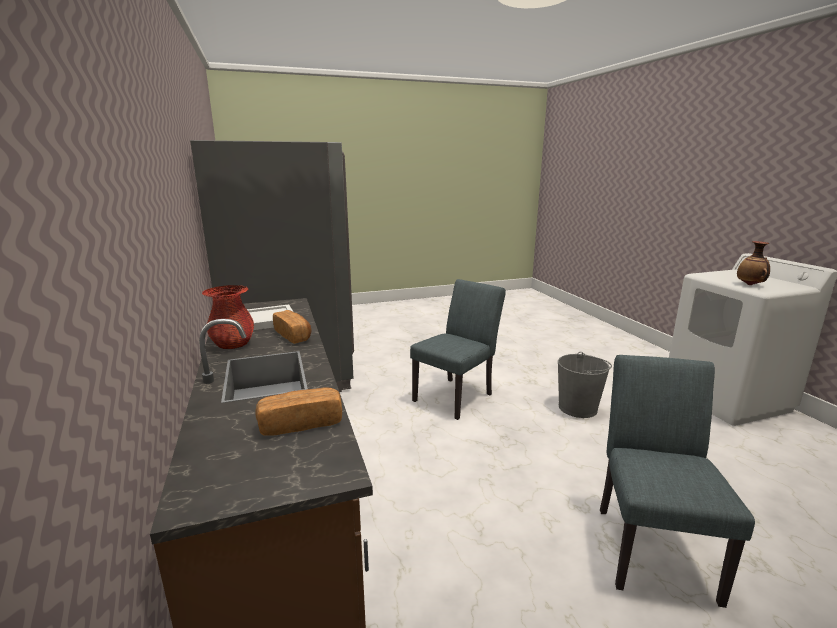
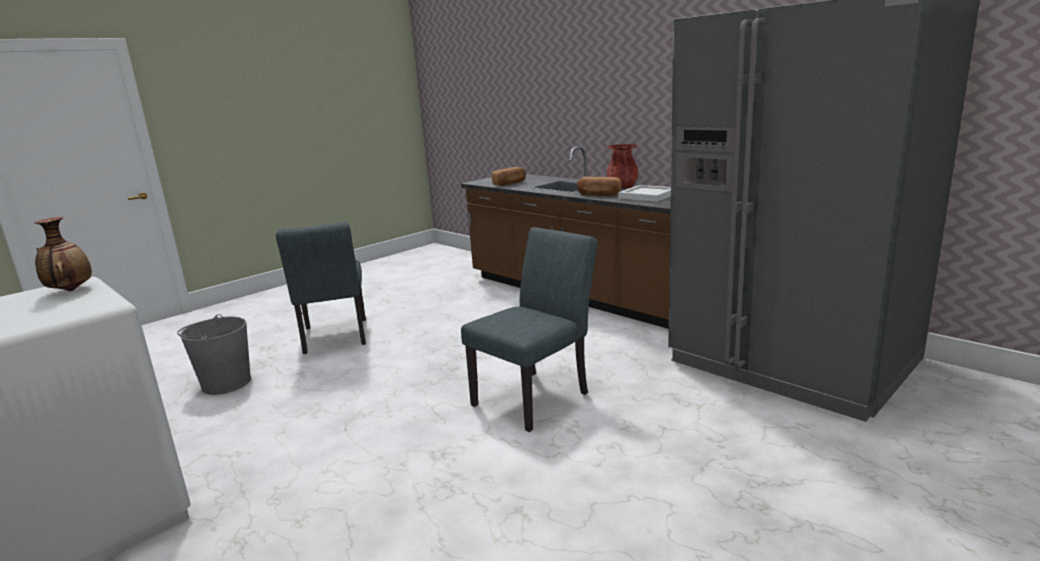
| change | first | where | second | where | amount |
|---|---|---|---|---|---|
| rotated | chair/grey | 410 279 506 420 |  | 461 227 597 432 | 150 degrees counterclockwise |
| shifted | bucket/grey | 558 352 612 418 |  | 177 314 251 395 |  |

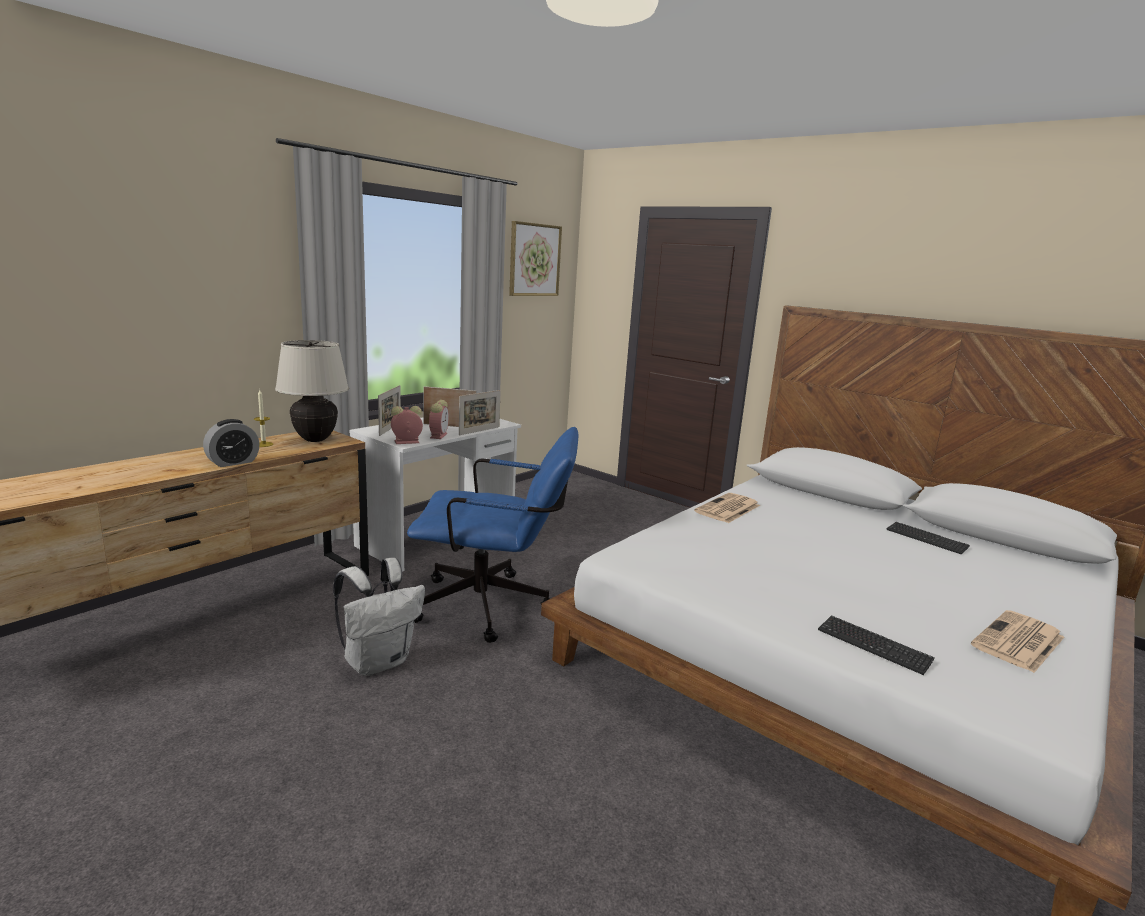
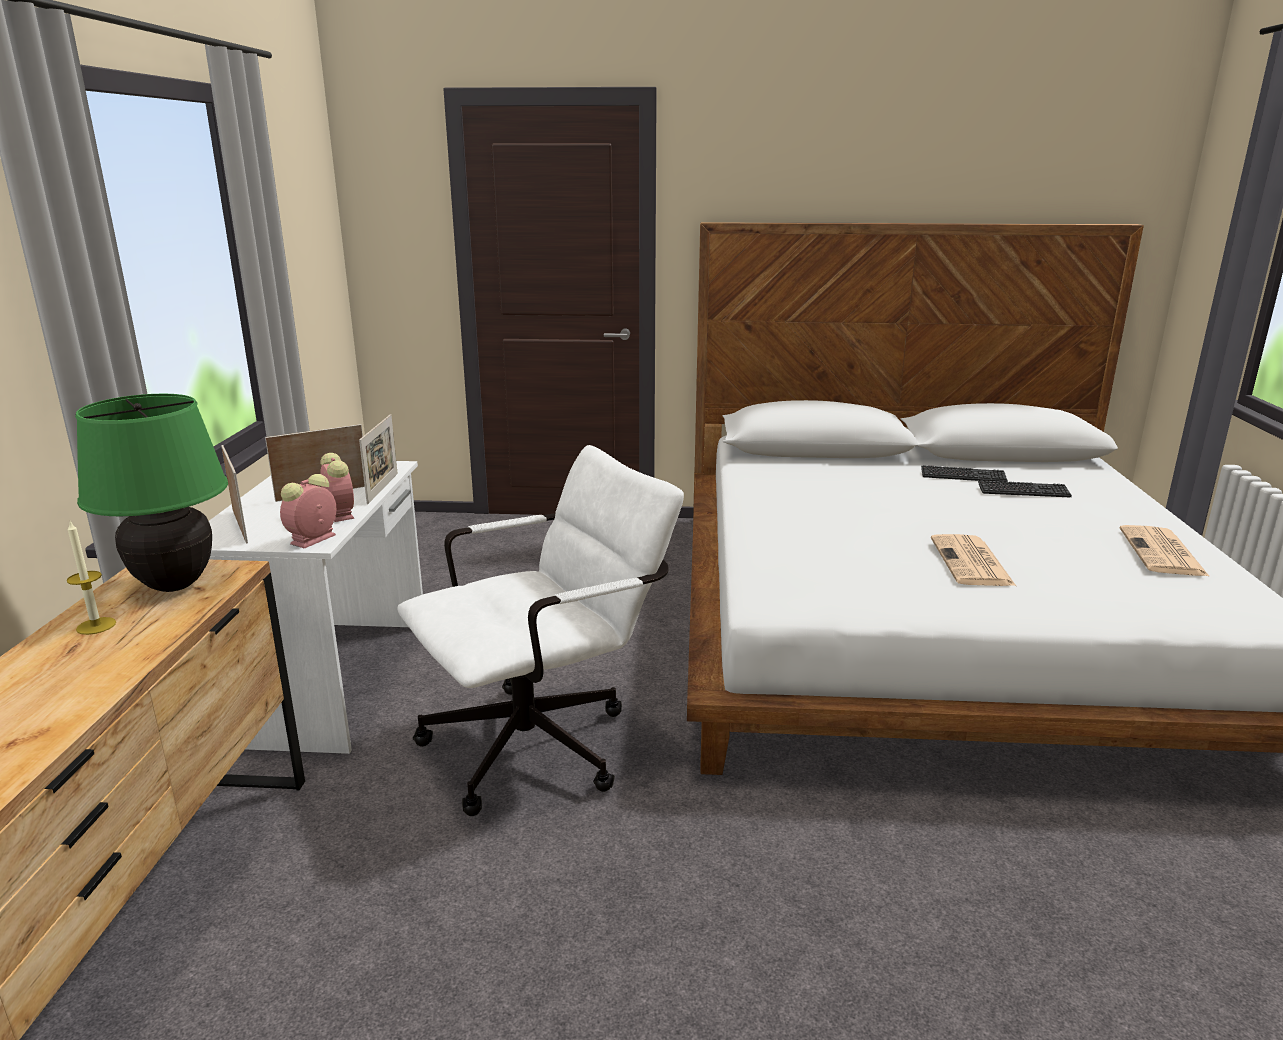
| change | first | where | second | where | amount |
|---|---|---|---|---|---|
| gone | alarm clock | 203 419 260 467 |  |  |  |
| repainted | table lamp/beige | 275 340 349 442 | table lamp/green | 75 394 228 592 |  |
| gone | backpack/white | 333 558 425 676 |  |  |  |
| repainted | office chair/blue | 407 427 578 643 | office chair/white | 397 445 684 816 |  |
| gone | picture | 509 221 562 296 |  |  |  |
| shifted | newspaper | 694 493 760 523 |  | 931 534 1016 586 |  |
| shifted | keyboard | 818 616 935 675 |  | 978 480 1072 497 |  |

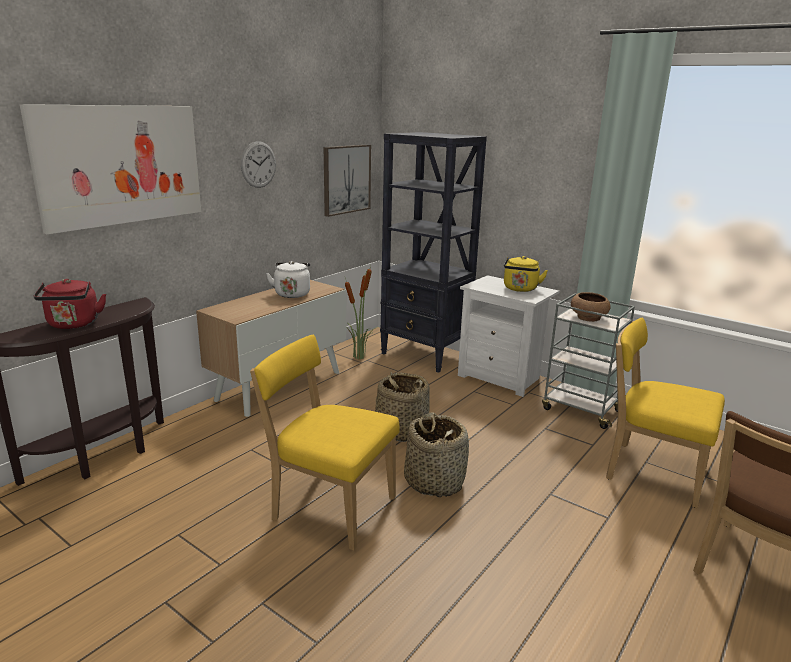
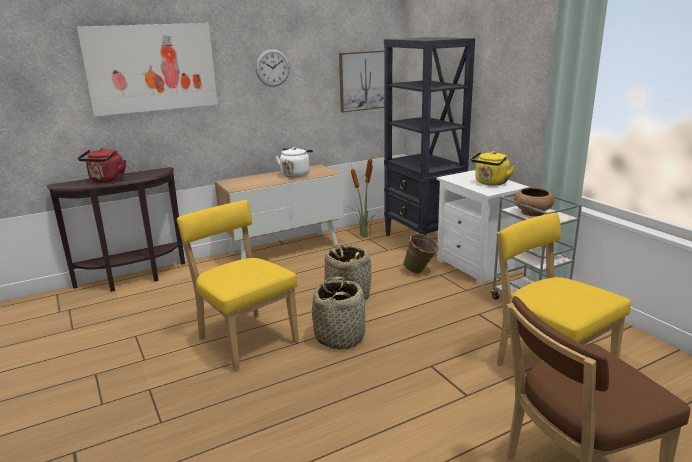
| change | first | where | second | where | amount |
|---|---|---|---|---|---|
| new |  |  | bucket/green | 403 234 439 273 |  |

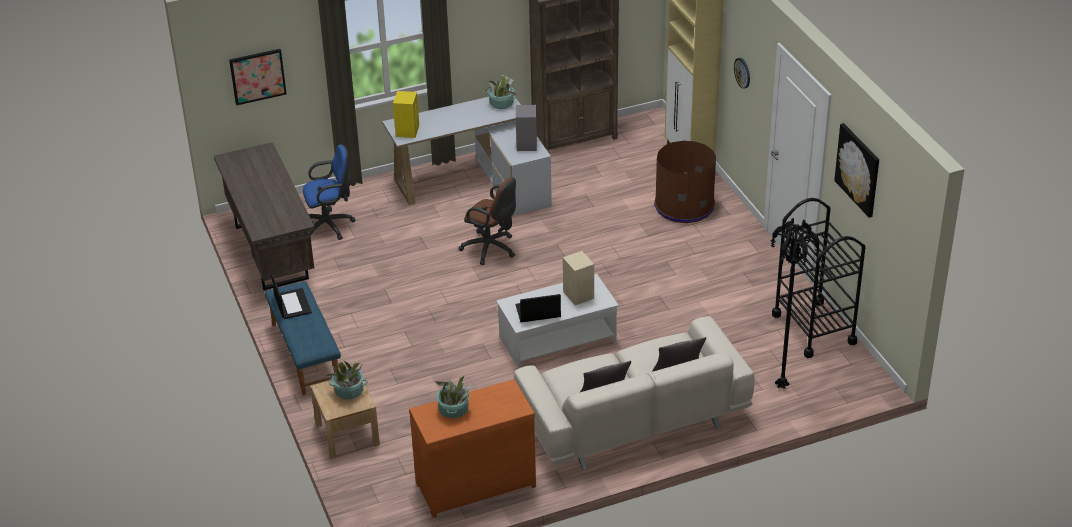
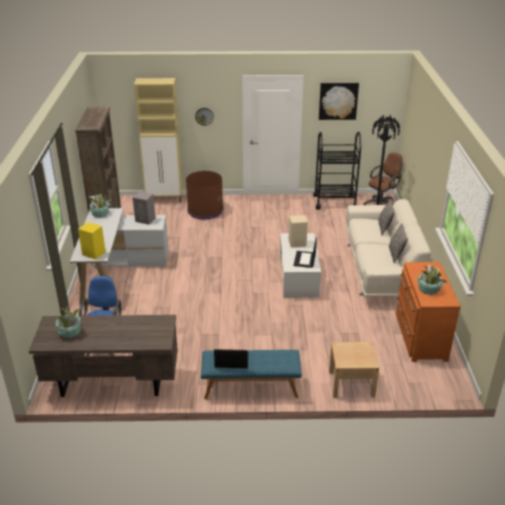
| change | first | where | second | where | amount |
|---|---|---|---|---|---|
| gone | picture | 229 49 287 105 |  |  |  |
| shifted | potted plant | 325 361 368 399 |  | 56 306 81 338 |  |
| shifted | office chair/brown | 459 177 516 265 |  | 363 153 403 205 |  |

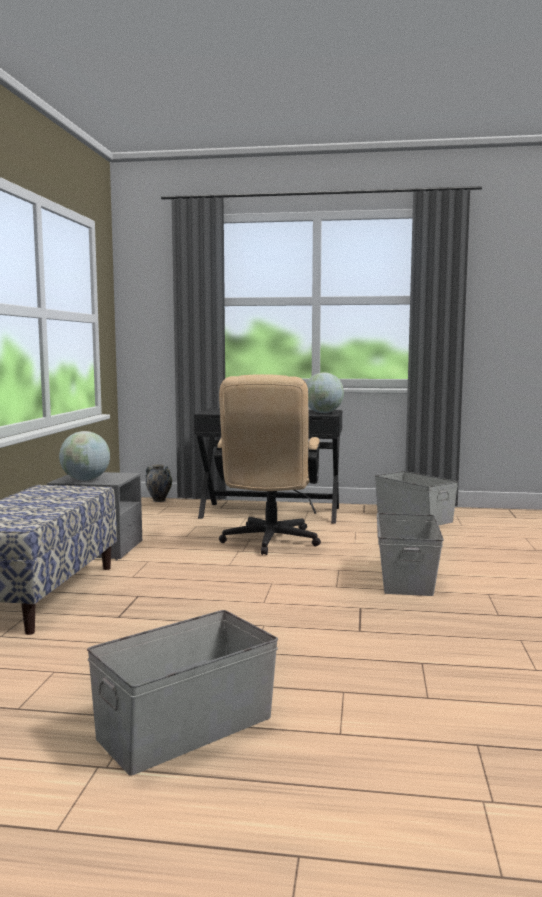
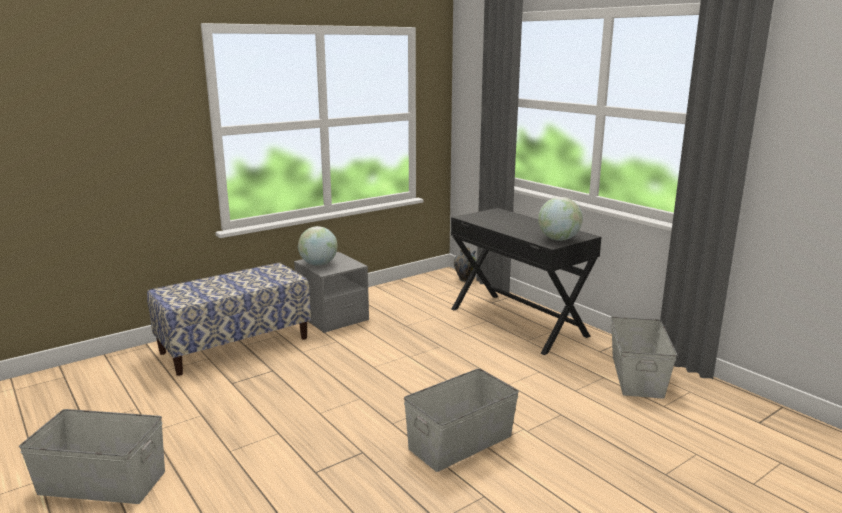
| change | first | where | second | where | amount |
|---|---|---|---|---|---|
| gone | office chair/beige | 214 374 321 555 |  |  |  |

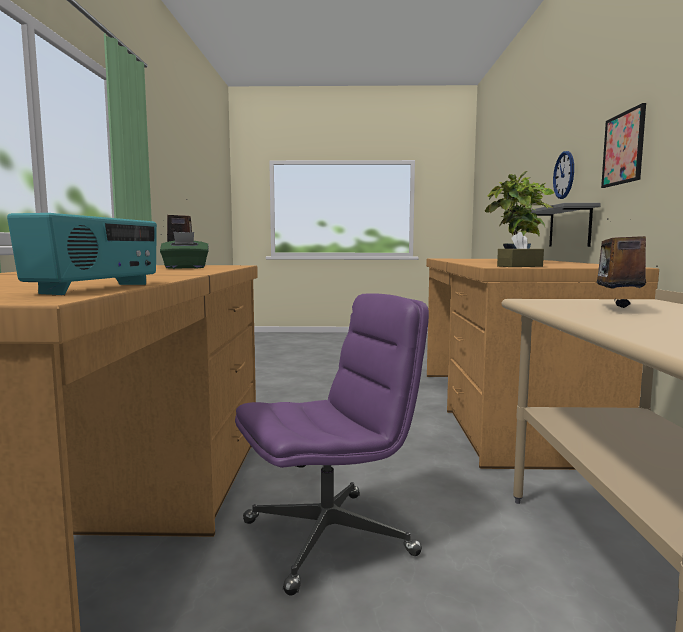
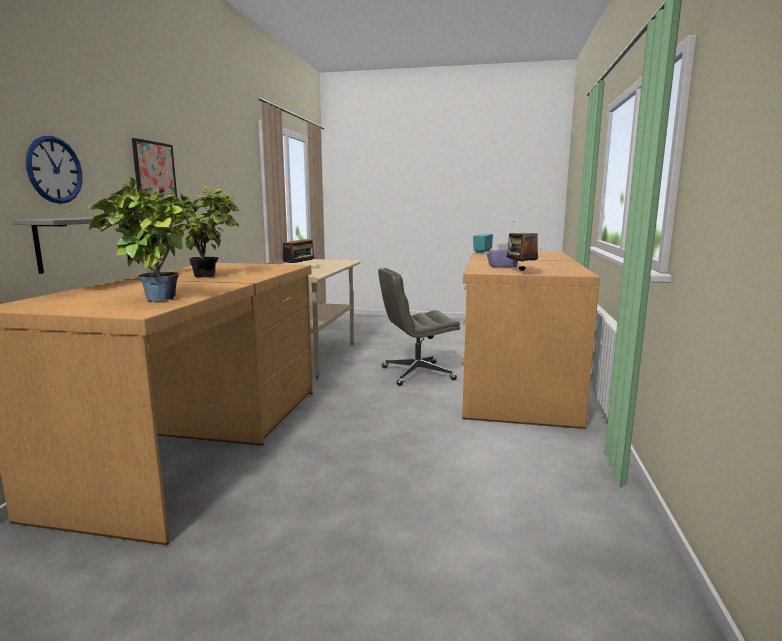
| change | first | where | second | where | amount |
|---|---|---|---|---|---|
| repainted | tissue box/green | 160 232 209 269 | tissue box/purple | 487 243 518 268 |  |
| repainted | office chair/purple | 235 294 429 596 | office chair/grey | 378 268 460 386 |  |
| gone | tissue box/brown | 497 232 544 267 |  |  |  |
| new |  |  | potted plant | 88 177 190 301 |  |

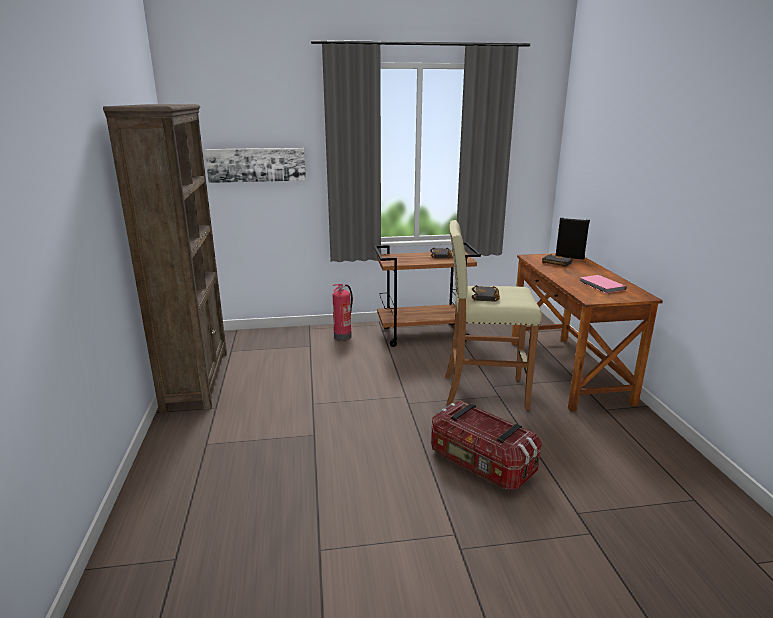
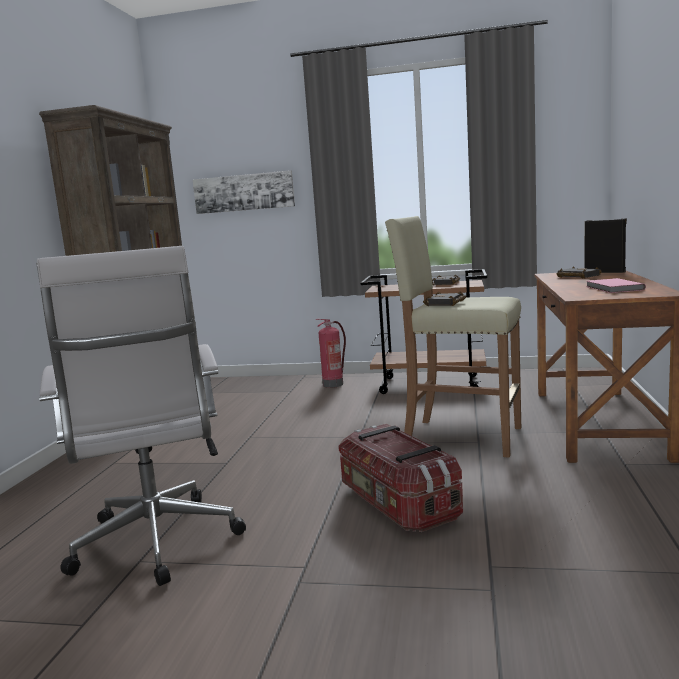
| change | first | where | second | where | amount |
|---|---|---|---|---|---|
| new |  |  | office chair/white | 36 246 246 586 |  |

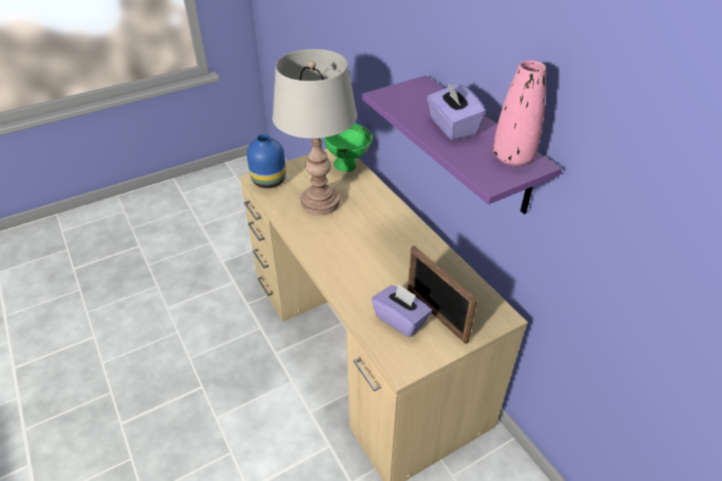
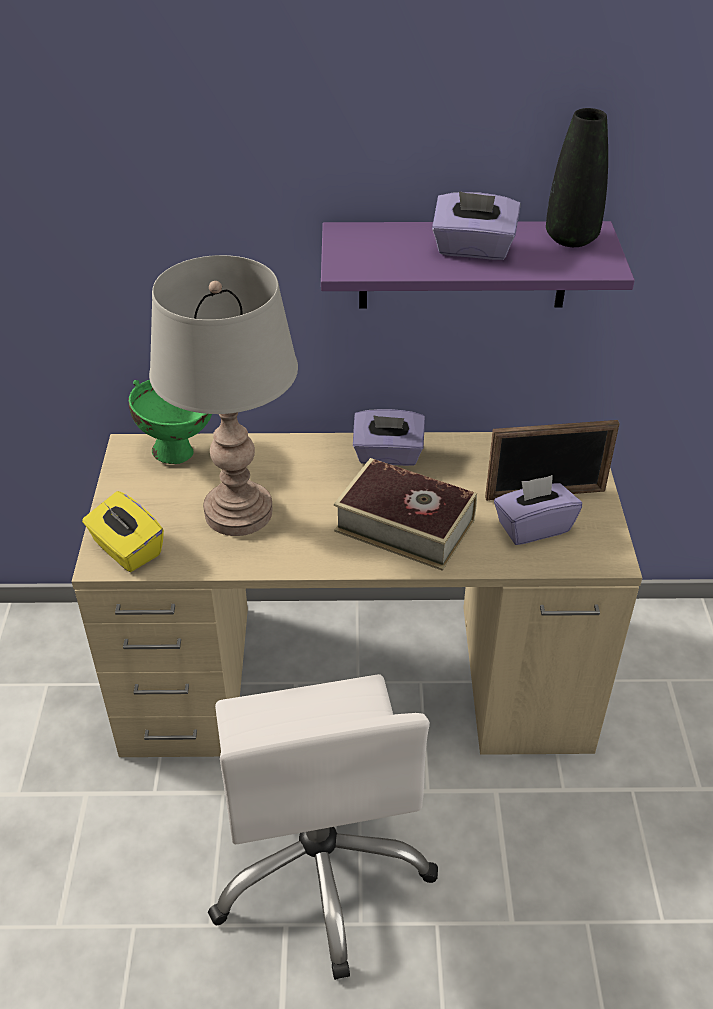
| change | first | where | second | where | amount |
|---|---|---|---|---|---|
| swapped | vase/blue | 247 134 286 188 | tissue box/yellow | 82 491 164 572 |  |
| repainted | vase/pink | 493 60 546 166 | vase/black | 546 108 608 247 |  |
| new |  |  | office chair/white | 208 674 438 980 |  |
| new |  |  | book | 334 458 477 571 |  |
| new |  |  | tissue box/purple | 353 409 425 466 |  |

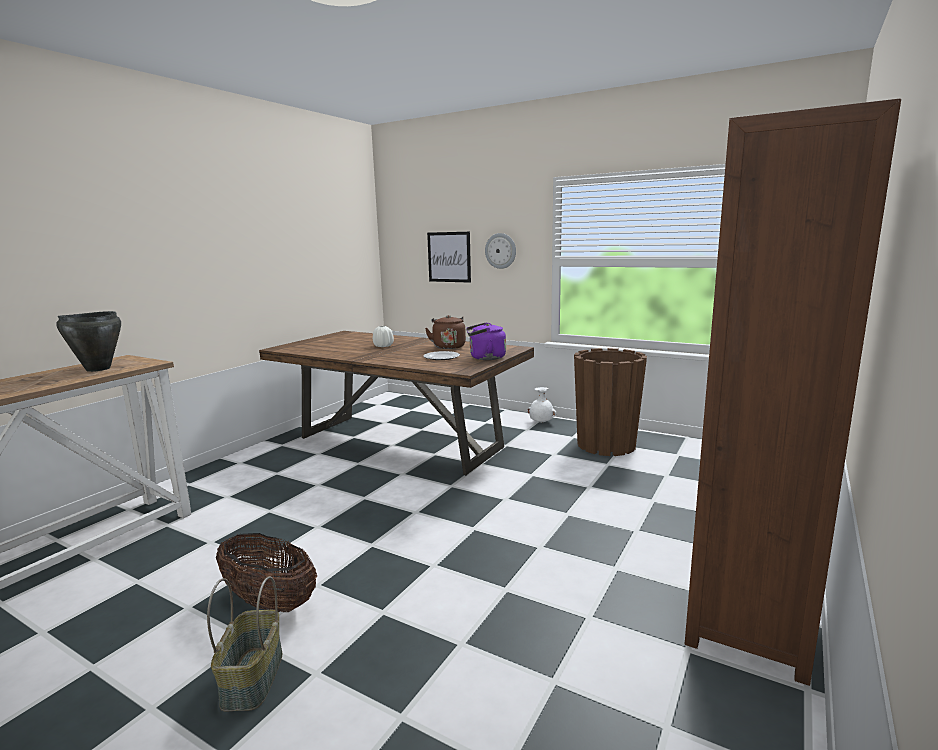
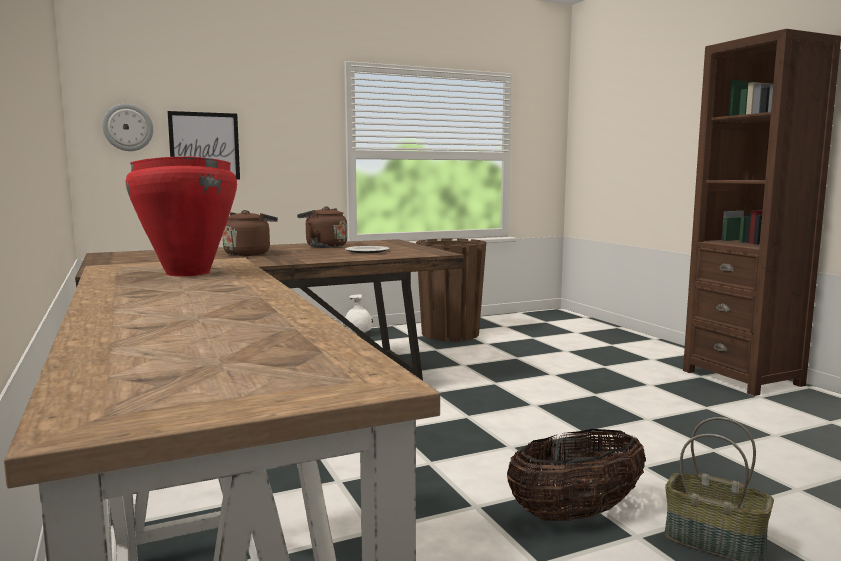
| change | first | where | second | where | amount |
|---|---|---|---|---|---|
| repainted | cooking pot/black | 56 311 121 372 | cooking pot/red | 126 156 237 276 |  |
| swapped | vase/white | 373 326 394 347 | kettle/brown | 223 210 278 256 |  |
| gone | kettle/purple | 466 323 506 360 |  |  |  |
| shifted | wall clock | 485 233 516 269 |  | 102 103 153 151 |  |

